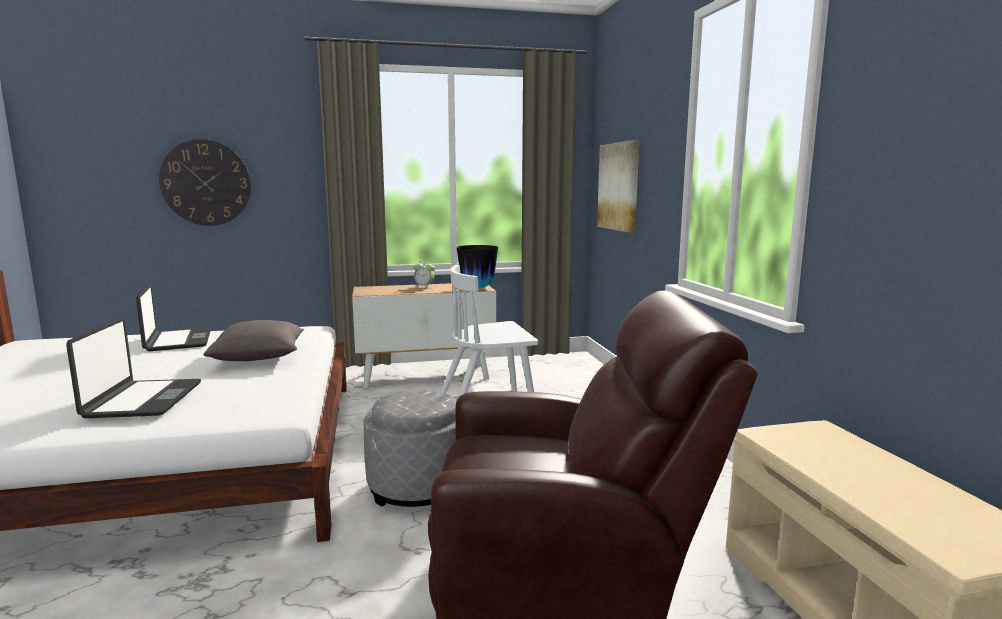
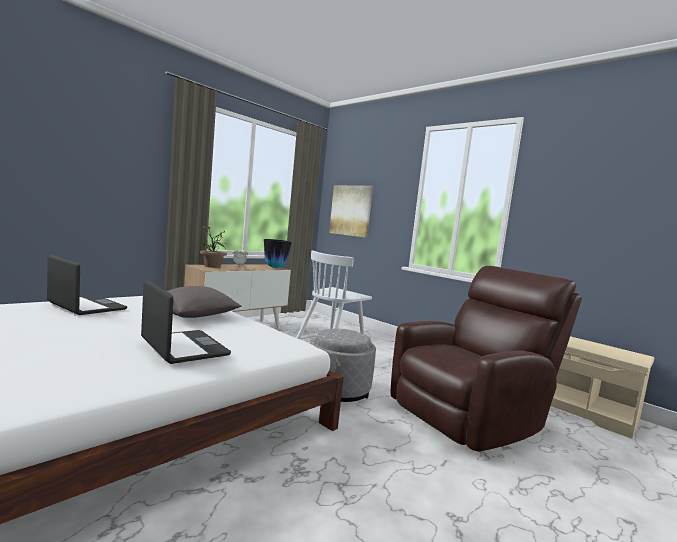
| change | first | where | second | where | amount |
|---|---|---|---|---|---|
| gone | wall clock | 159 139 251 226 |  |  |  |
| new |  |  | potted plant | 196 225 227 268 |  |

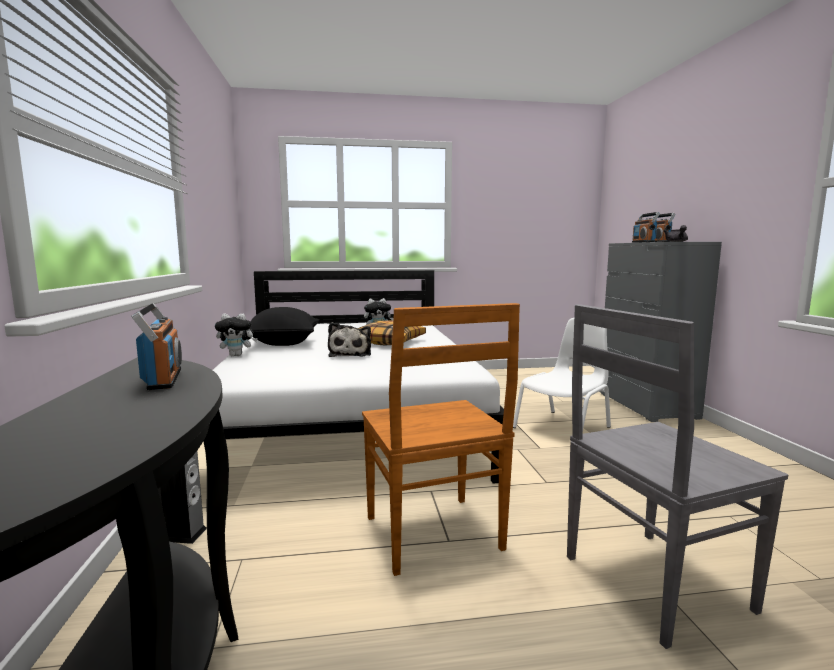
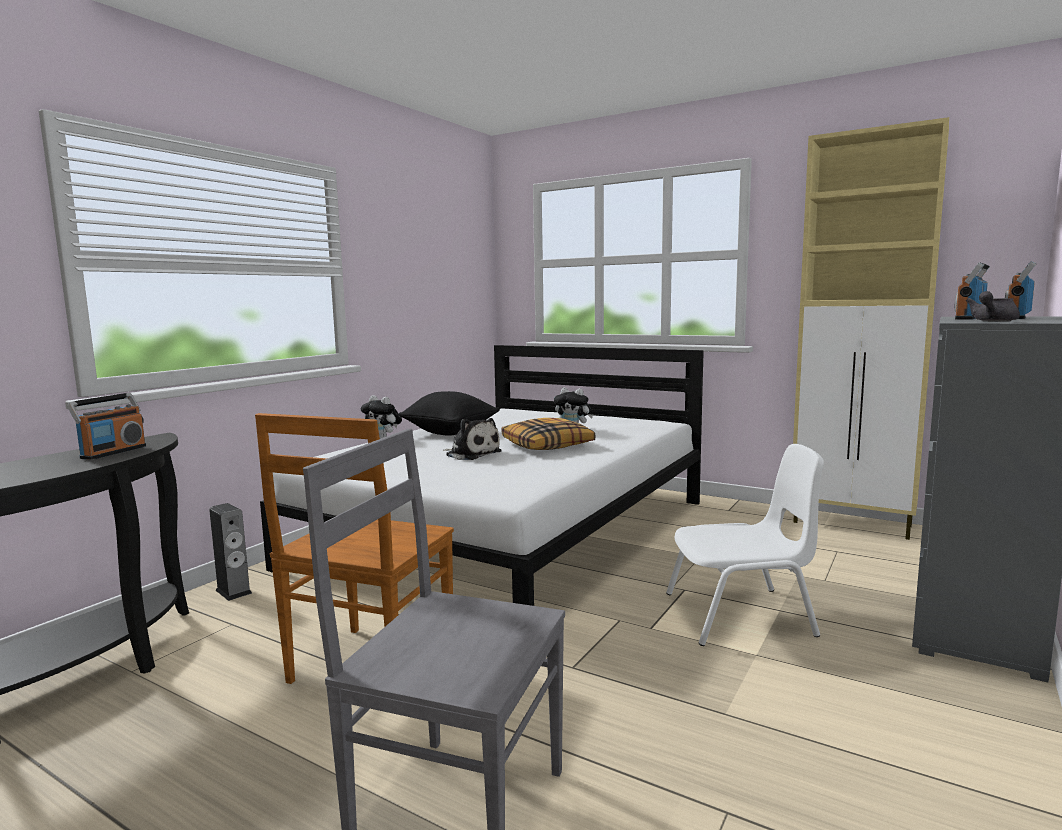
| change | first | where | second | where | amount |
|---|---|---|---|---|---|
| rotated | plush toy | 328 322 371 357 |  | 443 418 502 460 | 90 degrees counterclockwise |
| new |  |  | cabinet/beige | 793 117 949 540 |  |

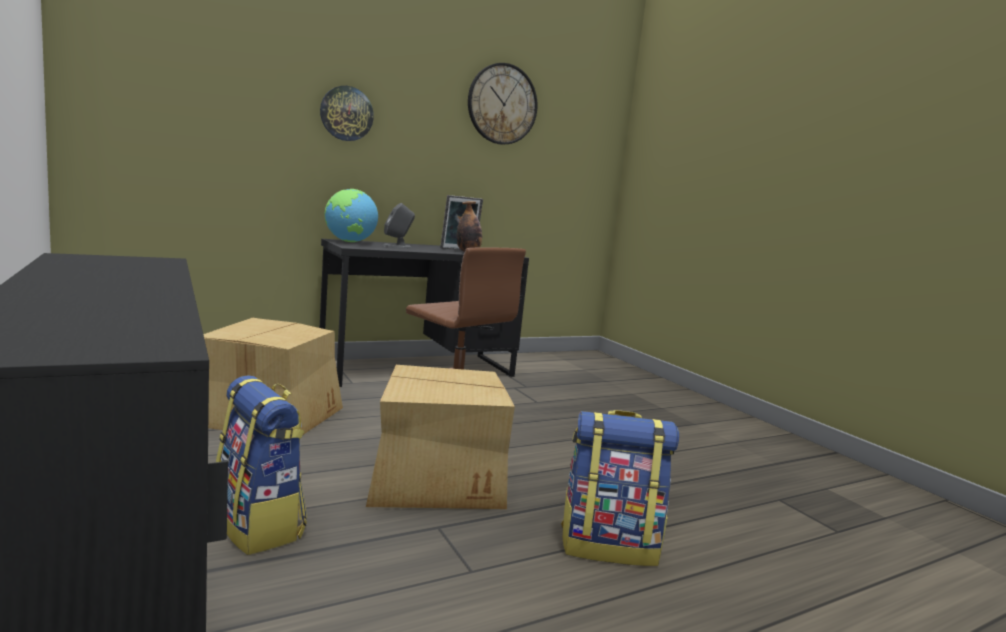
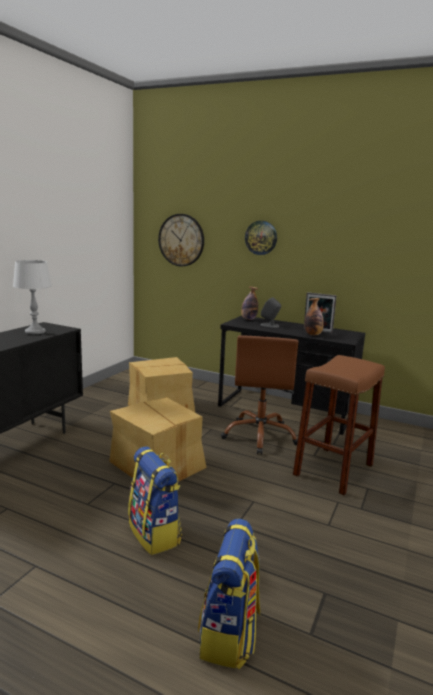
| change | first | where | second | where | amount |
|---|---|---|---|---|---|
| shifted | backpack | 216 375 307 555 |  | 198 518 261 669 |  |
| swapped | globe | 325 189 378 242 | bottle | 241 286 258 320 |  |
| shifted | wall clock | 468 63 537 145 |  | 158 214 204 266 |  |
| new |  |  | table lamp/grey | 13 260 52 334 |  |
| new |  |  | stool/brown | 293 355 385 495 |  |

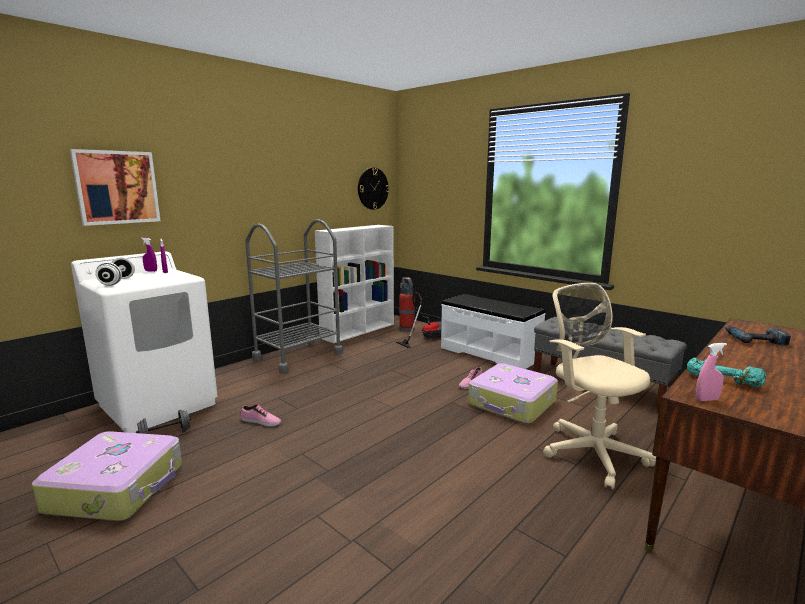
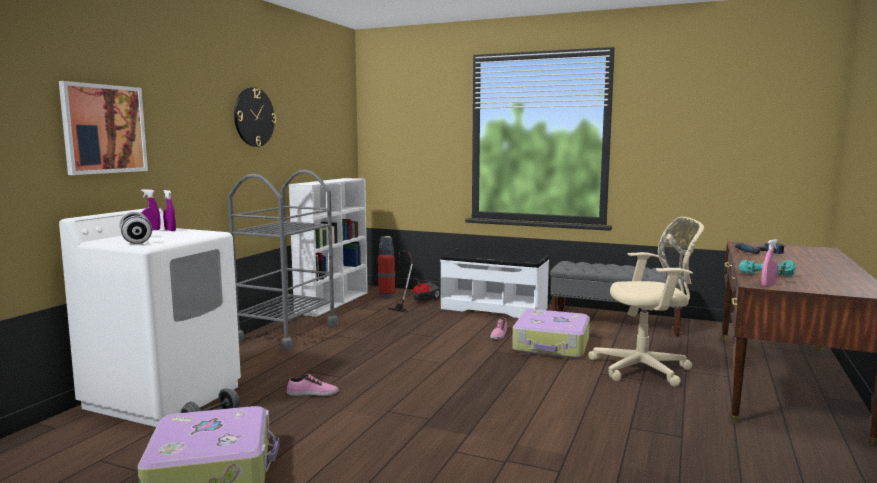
| change | first | where | second | where | amount |
|---|---|---|---|---|---|
| shifted | wall clock | 358 168 389 210 |  | 234 87 276 147 |  |
| rotated | office chair/beige | 543 283 656 489 |  | 588 217 704 387 | 135 degrees clockwise |

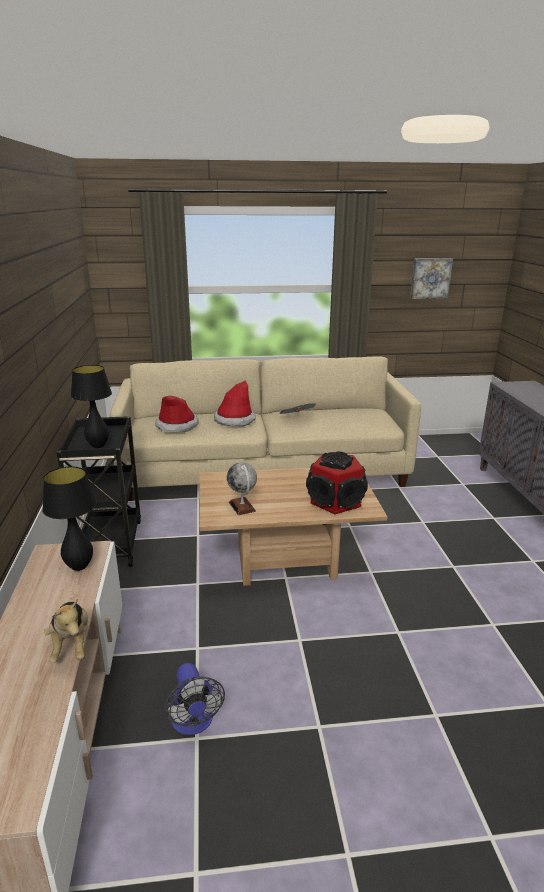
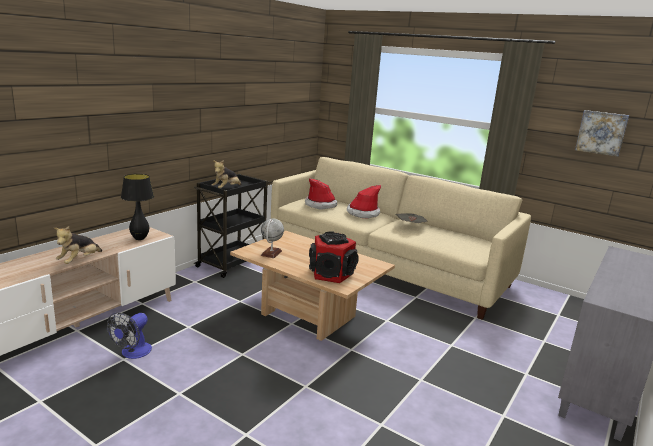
| change | first | where | second | where | amount |
|---|---|---|---|---|---|
| swapped | table lamp/black | 71 365 112 448 | plush toy | 212 160 242 188 |  |

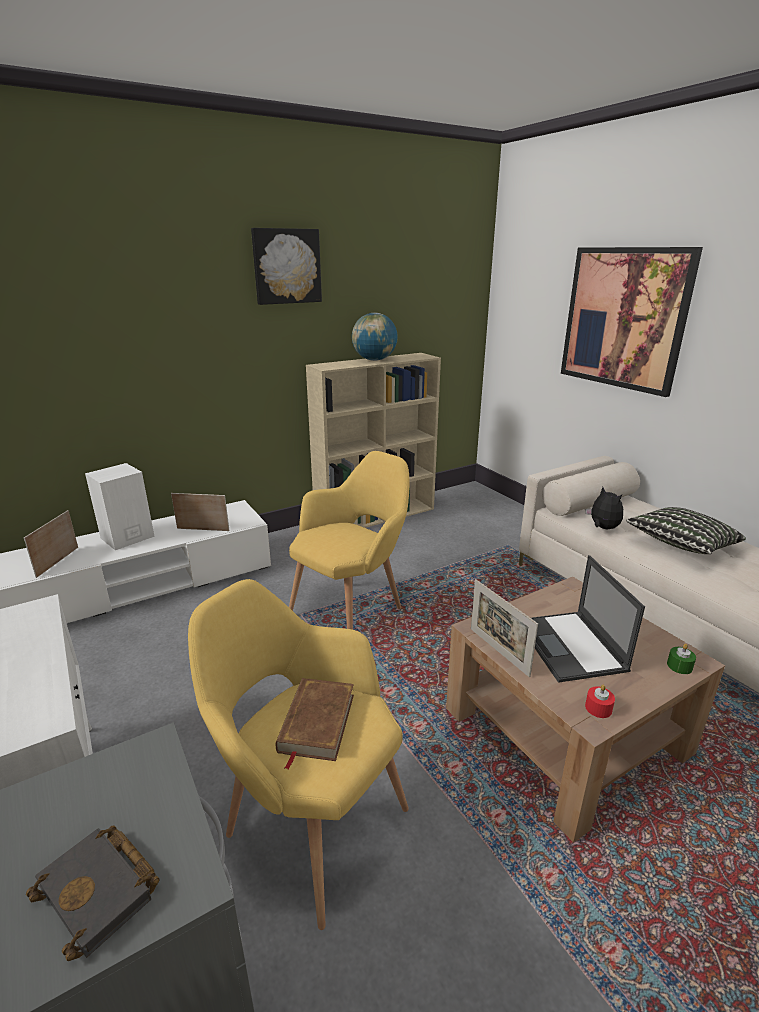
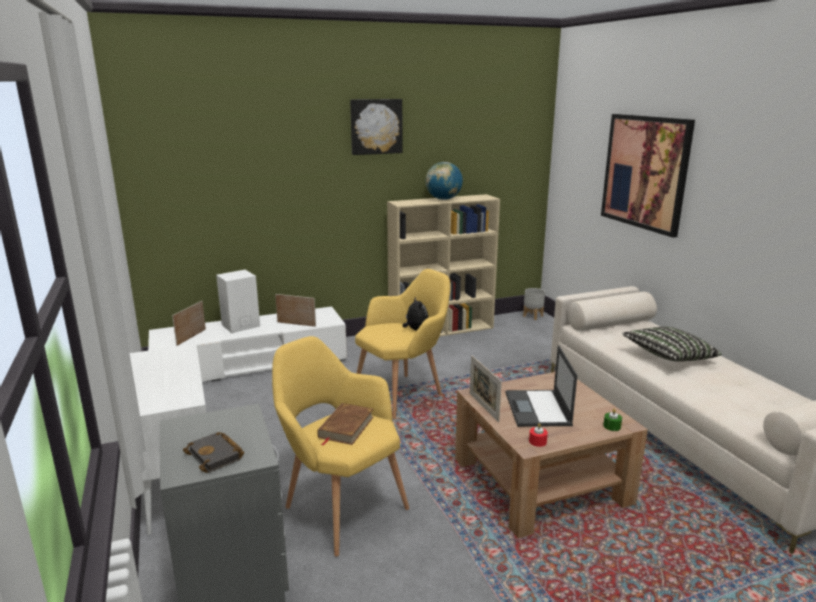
| change | first | where | second | where | amount |
|---|---|---|---|---|---|
| shifted | plush toy | 585 487 623 529 |  | 403 296 428 331 |  |
| new |  |  | planter/grey | 523 288 545 320 |  |

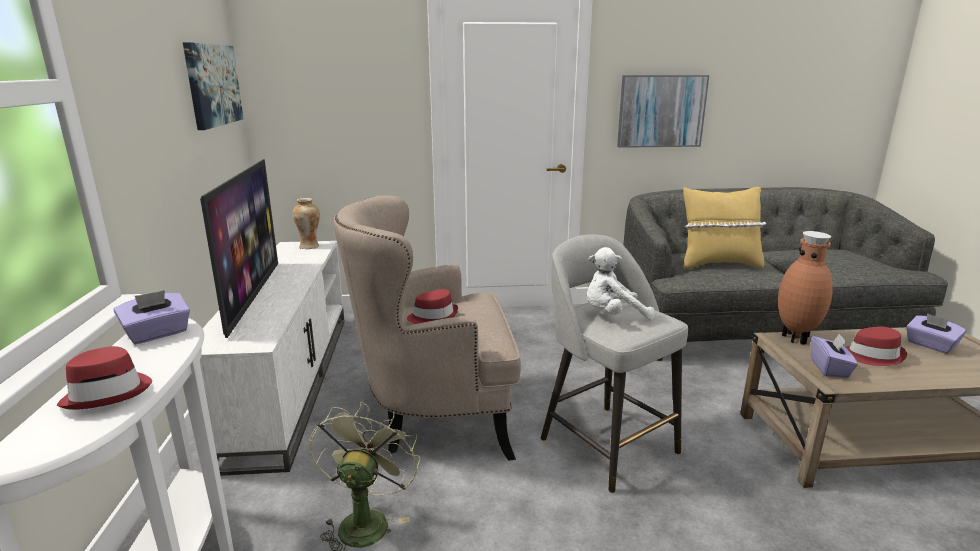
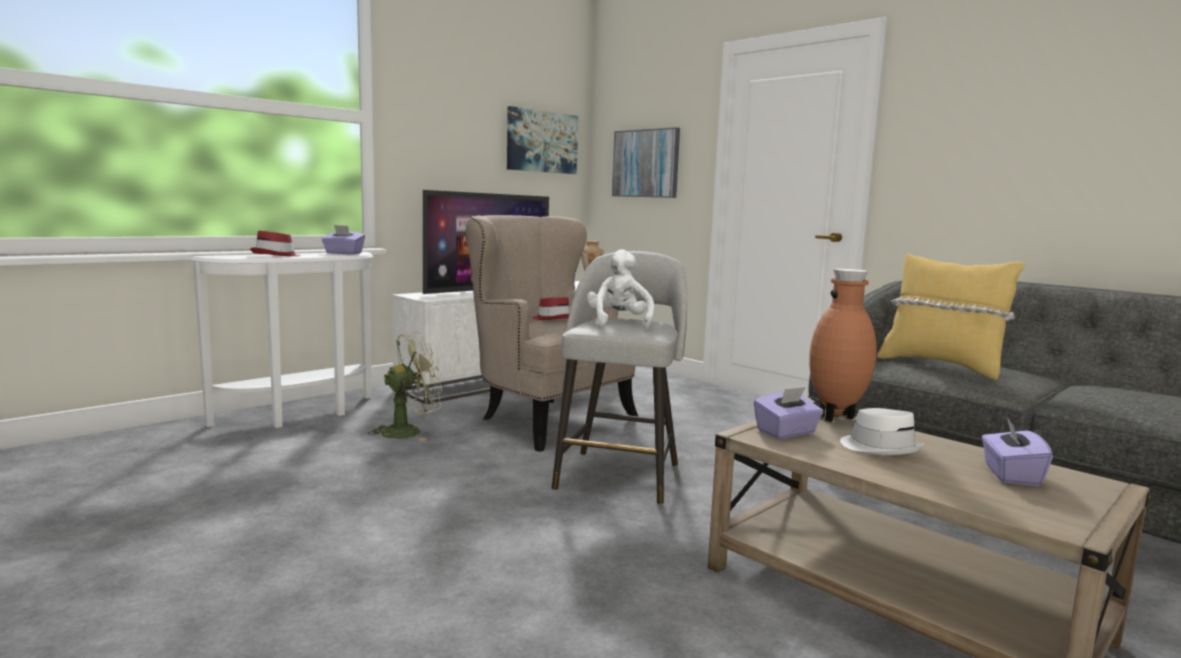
| change | first | where | second | where | amount |
|---|---|---|---|---|---|
| rotated | plush toy/white | 586 247 654 320 |  | 587 249 654 329 | 45 degrees clockwise |
| shifted | picture | 617 75 709 148 |  | 612 127 680 198 |  |
| repainted | hat/red | 845 327 907 366 | hat/white | 840 408 924 455 |  |

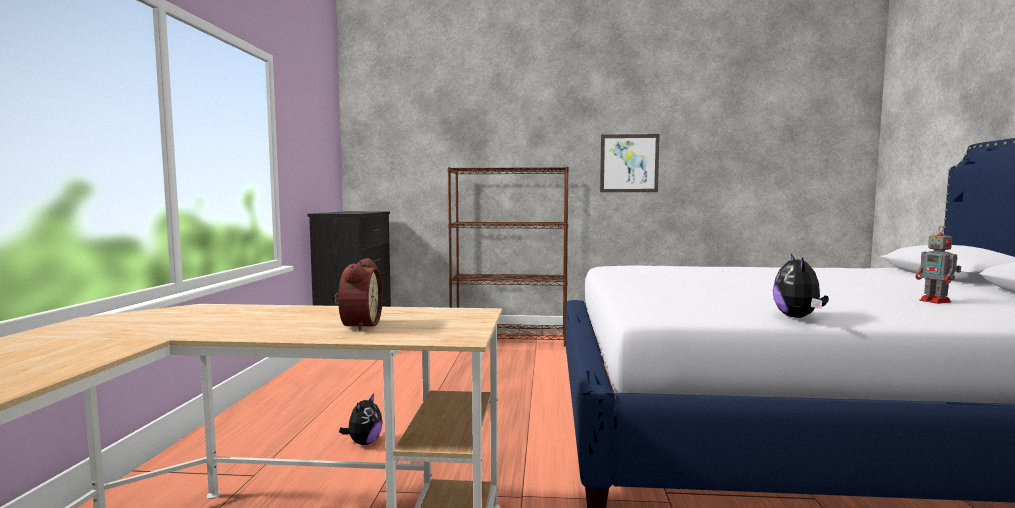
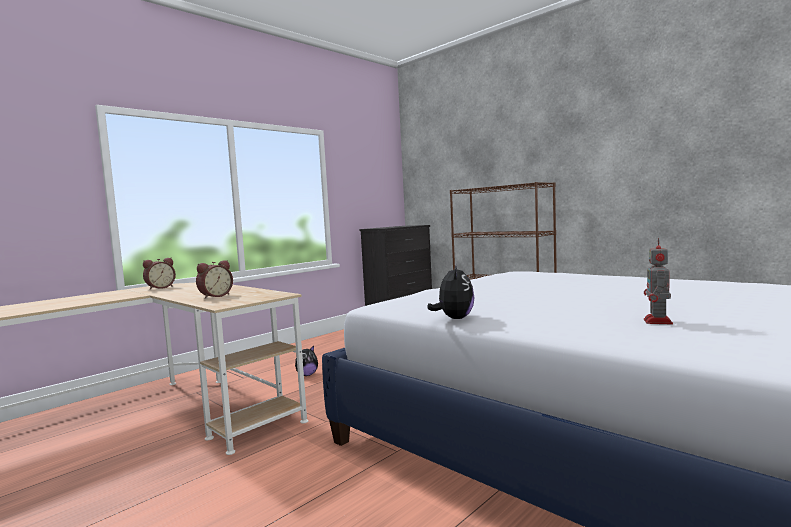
| change | first | where | second | where | amount |
|---|---|---|---|---|---|
| gone | picture | 600 134 660 192 |  |  |  |
| rotated | plush toy | 773 254 829 318 |  | 427 264 475 319 | 135 degrees clockwise |
| new |  |  | alarm clock | 143 258 176 290 |  |

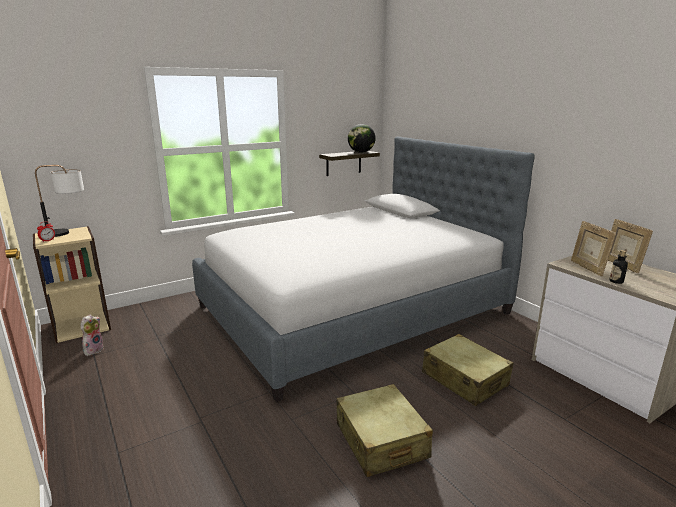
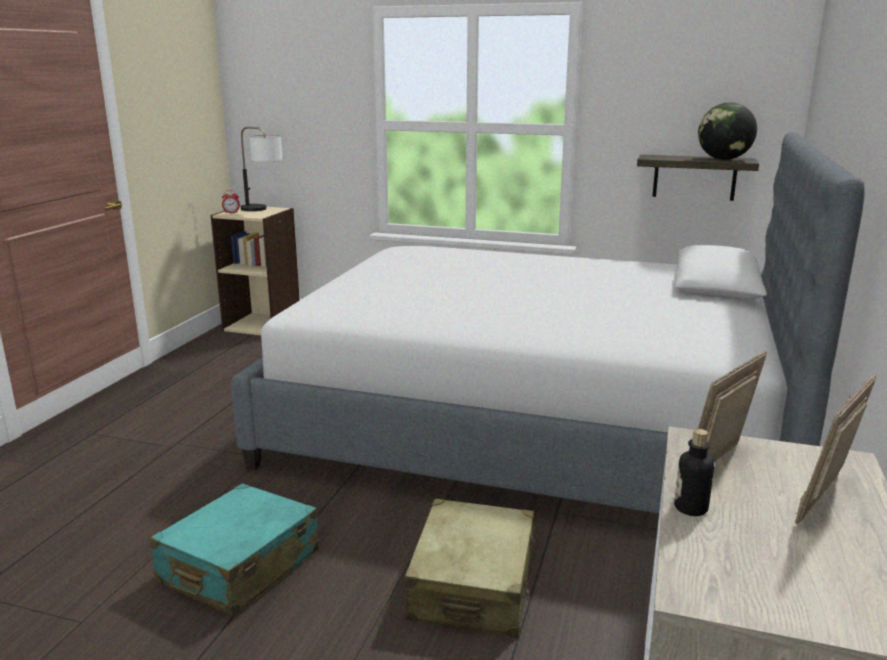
| change | first | where | second | where | amount |
|---|---|---|---|---|---|
| gone | plush toy | 81 314 104 356 |  |  |  |
| repainted | suitcase/beige | 336 384 433 477 | suitcase/turquoise | 150 483 319 616 |  |

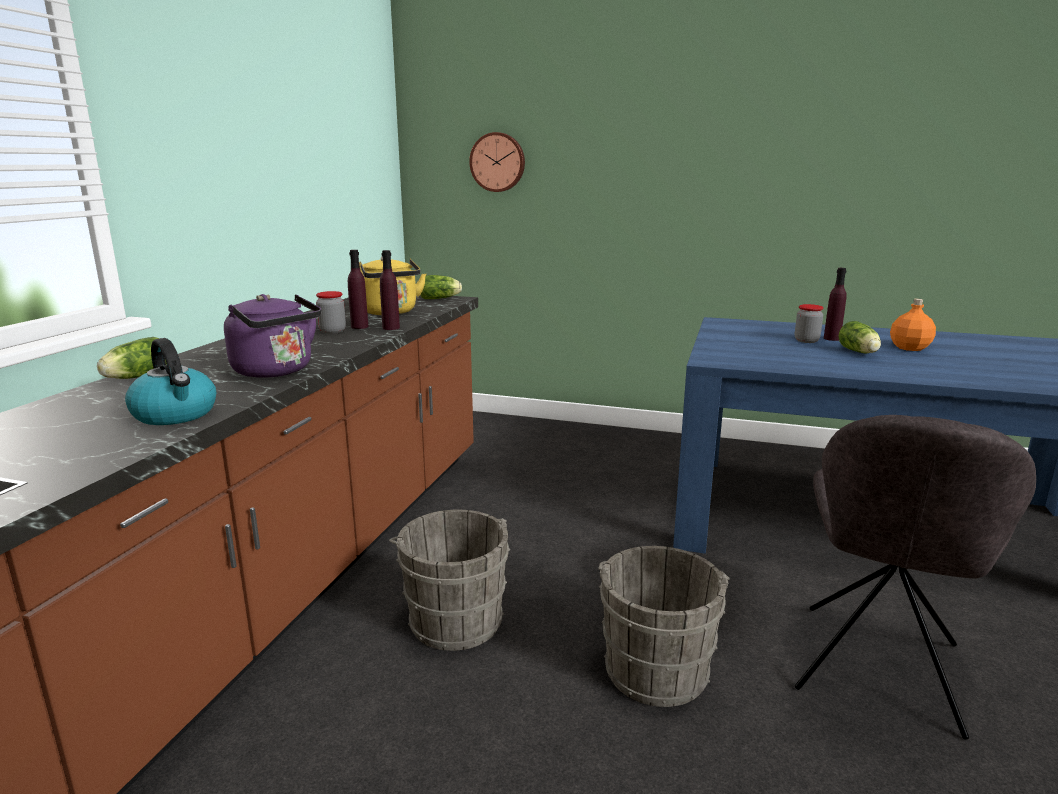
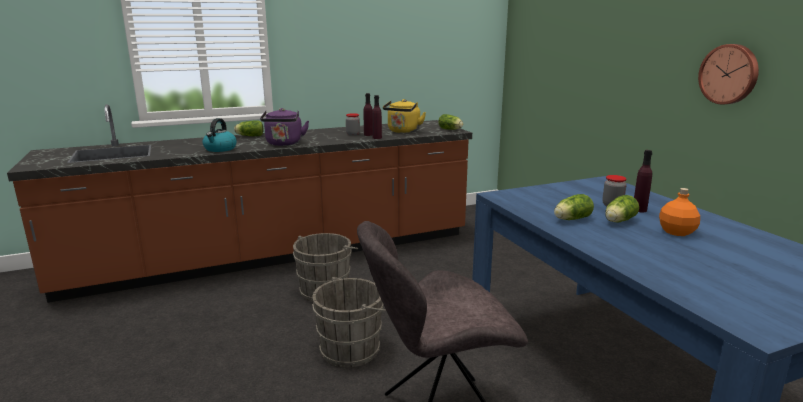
| change | first | where | second | where | amount |
|---|---|---|---|---|---|
| shifted | wall clock | 469 132 525 192 |  | 698 44 759 105 |  |
| new |  |  | lettuce | 554 194 594 220 |  |

